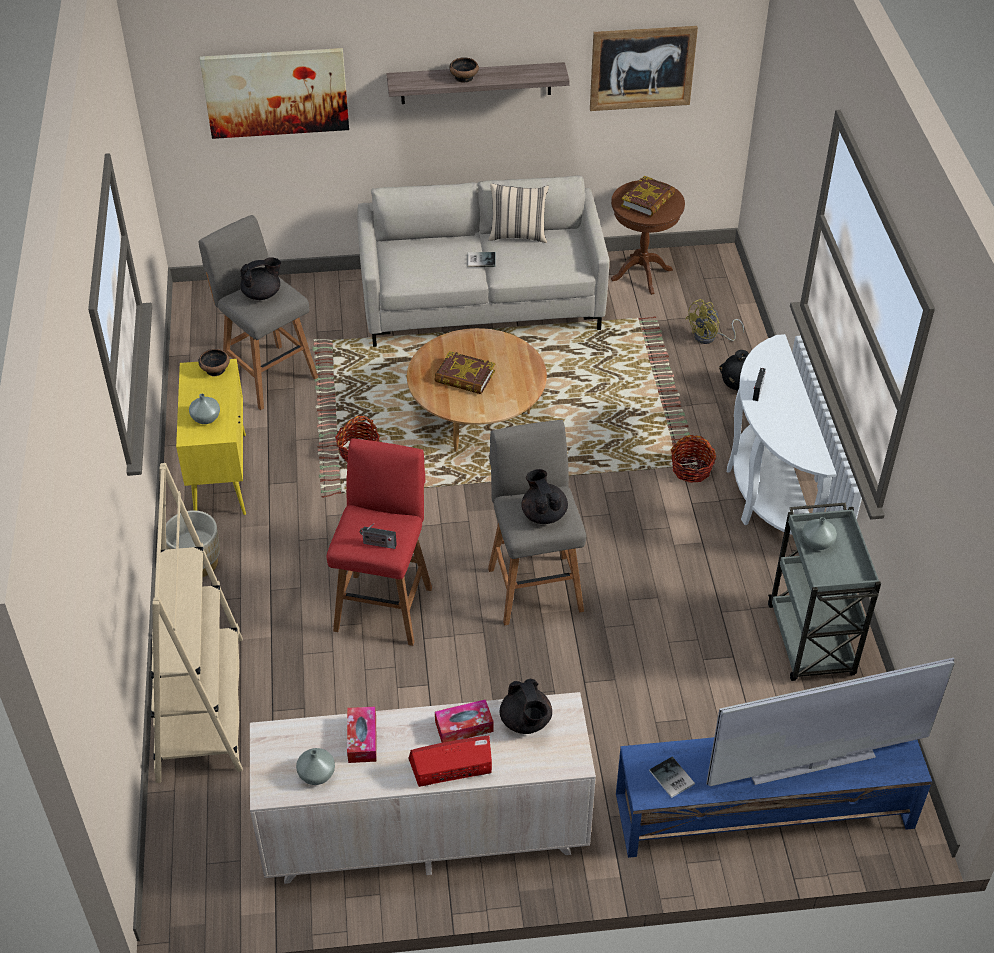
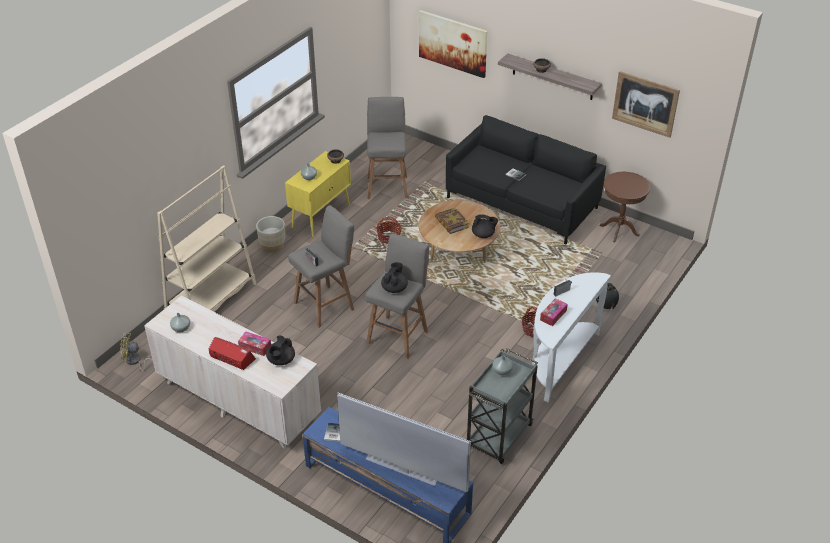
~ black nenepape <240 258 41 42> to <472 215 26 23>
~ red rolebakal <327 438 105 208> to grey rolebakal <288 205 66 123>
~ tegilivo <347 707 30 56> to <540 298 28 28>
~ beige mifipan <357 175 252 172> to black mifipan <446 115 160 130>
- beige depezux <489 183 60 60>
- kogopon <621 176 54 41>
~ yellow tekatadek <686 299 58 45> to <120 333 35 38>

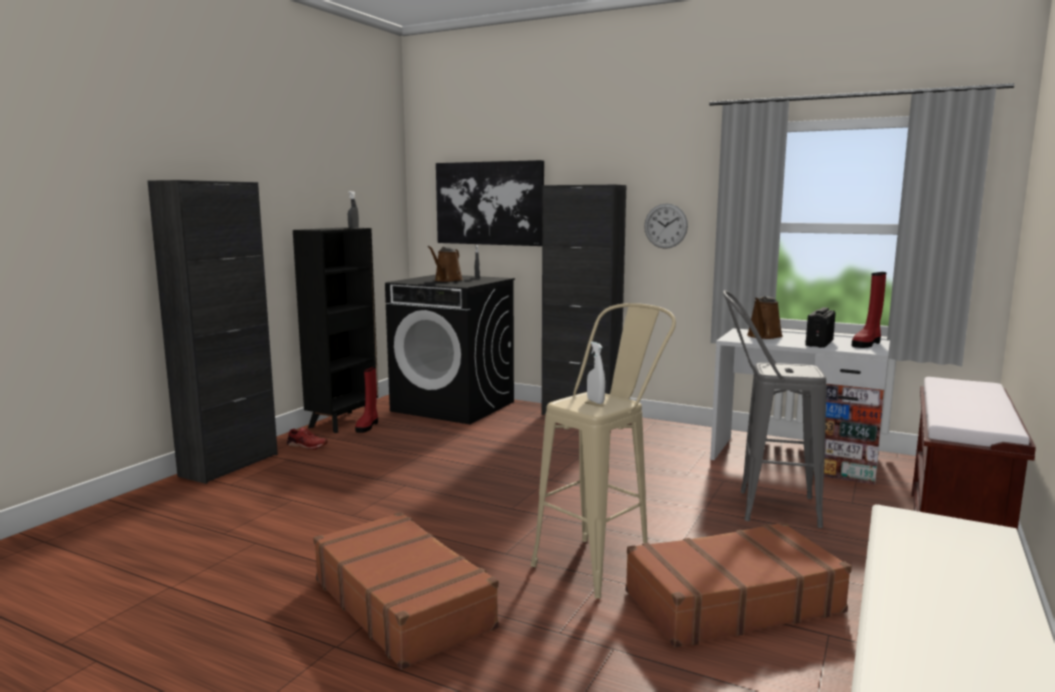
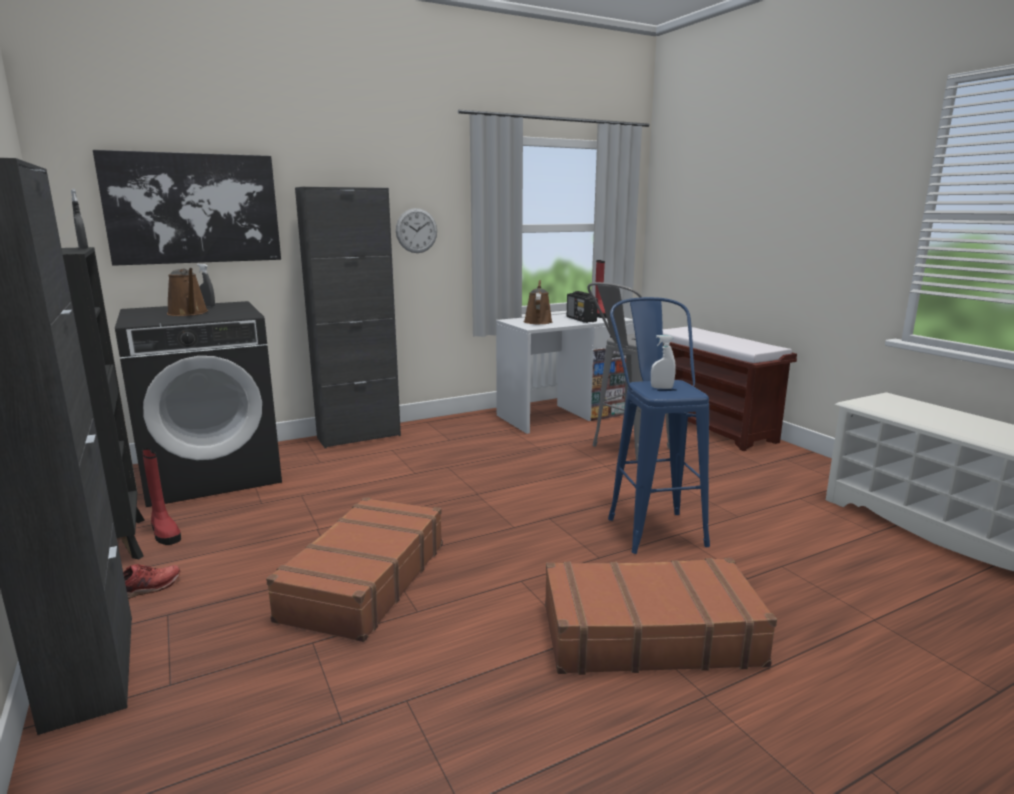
~ beige rolebakal <531 303 145 296> to blue rolebakal <608 297 102 257>
~ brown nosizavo <626 522 226 126> to <266 497 177 145>
~ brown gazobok <747 296 36 43> = <524 280 28 44> 150 degrees counterclockwise

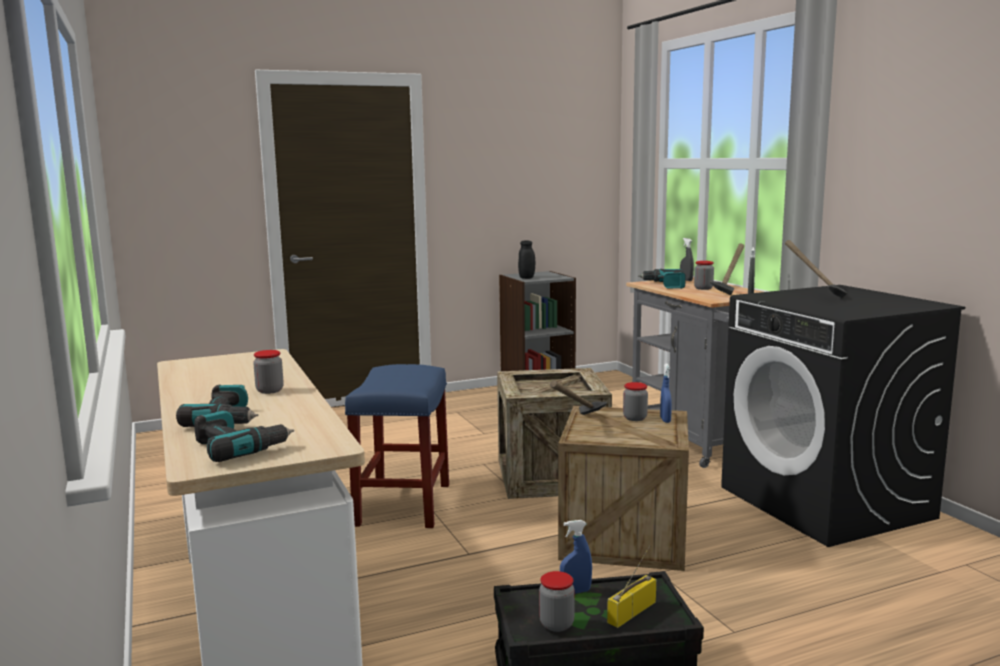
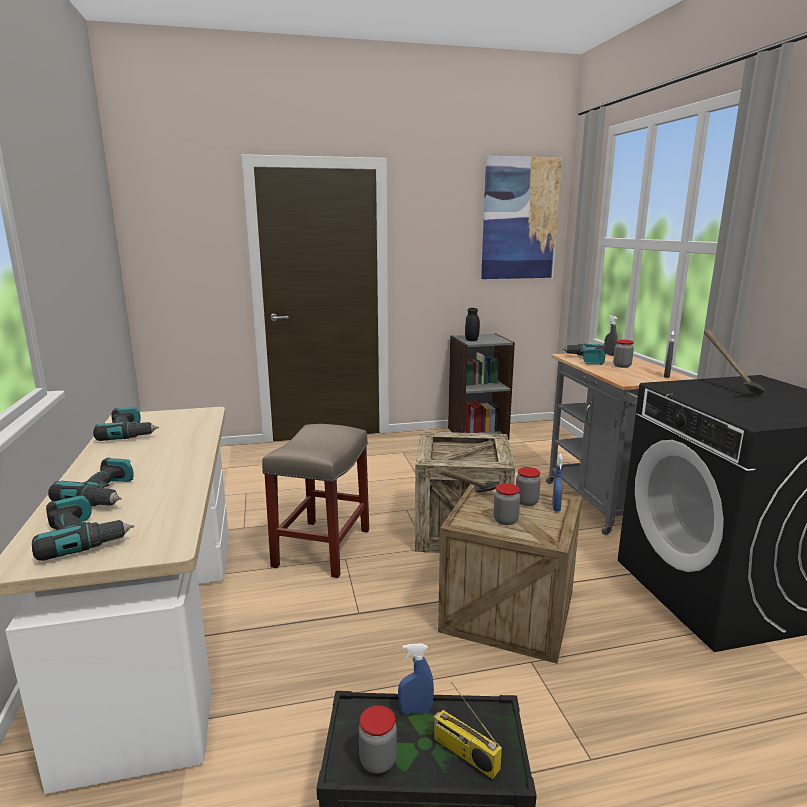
~ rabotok <253 350 31 44> to <494 483 26 42>
~ blue rolebakal <345 364 104 164> to beige rolebakal <262 424 107 154>
~ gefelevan <607 545 49 83> = <433 682 69 97> 105 degrees counterclockwise
- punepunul <710 244 34 51>
+ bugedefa <93 407 66 34>
+ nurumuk <481 156 81 123>

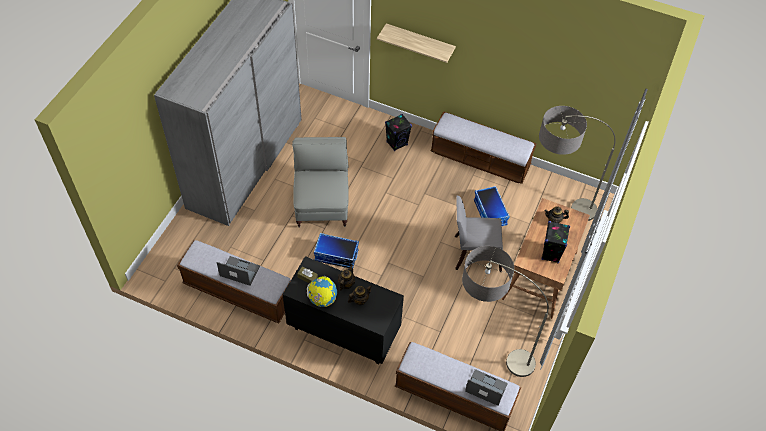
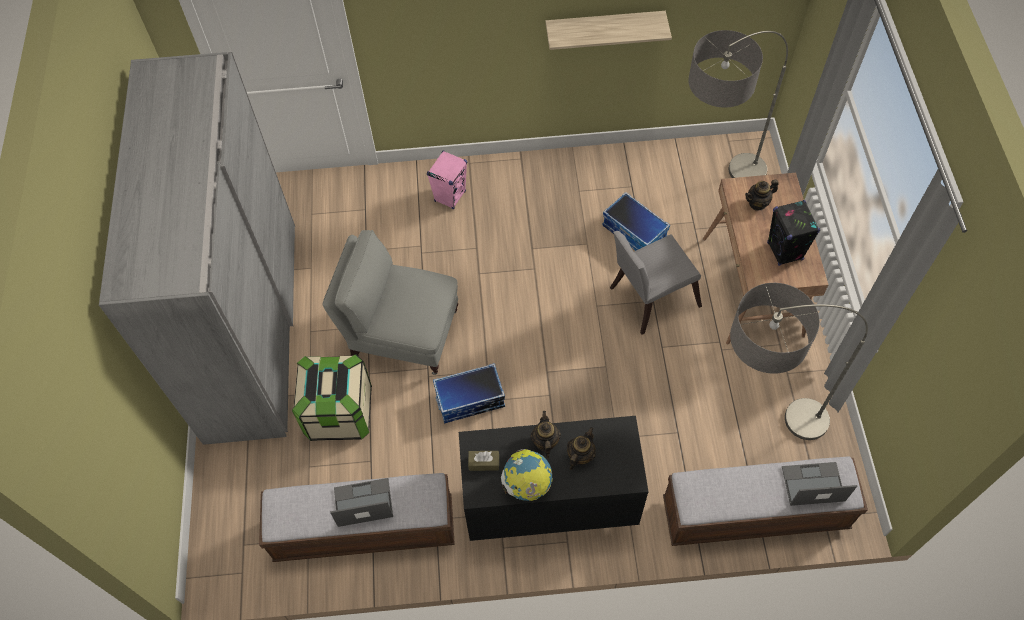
~ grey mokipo <292 137 57 91> = <323 230 135 145> 45 degrees counterclockwise
~ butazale <377 23 79 40> to <545 11 127 39>
~ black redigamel <385 114 27 37> to pink redigamel <427 151 40 58>
- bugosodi <431 111 105 73>
+ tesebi <292 354 80 87>

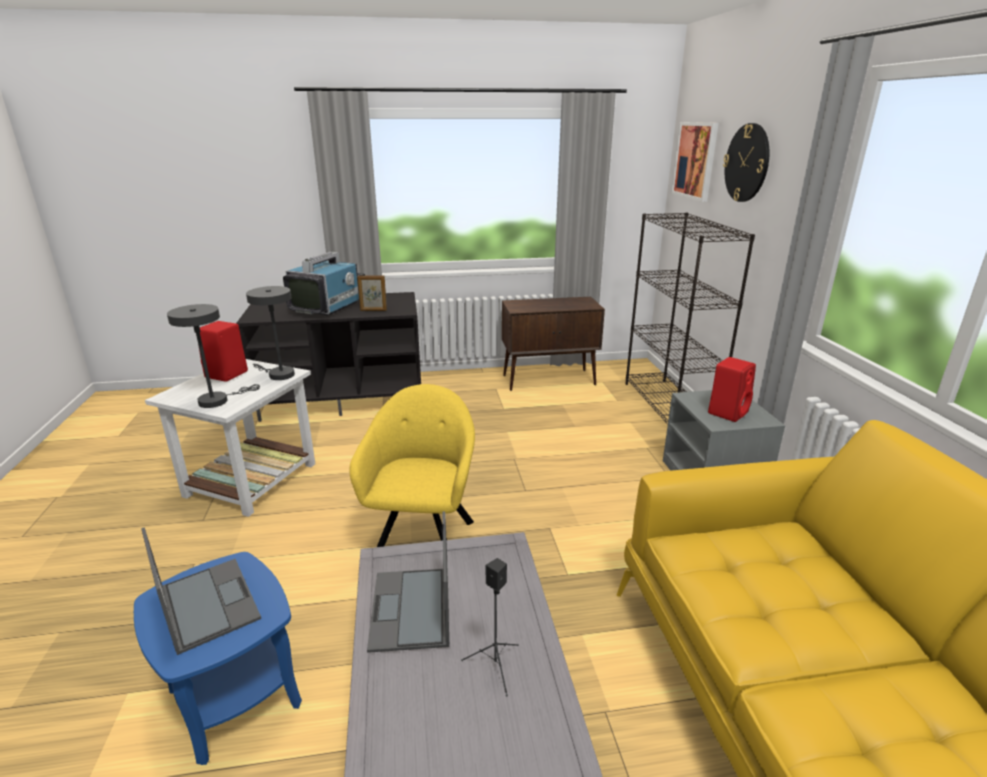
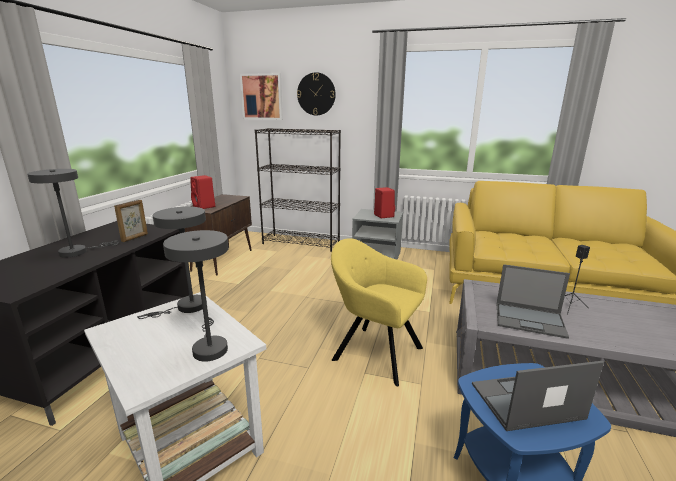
~ red redigamel <199 321 49 61> to <190 175 25 34>
~ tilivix <283 252 82 63> to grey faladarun <27 169 92 89>

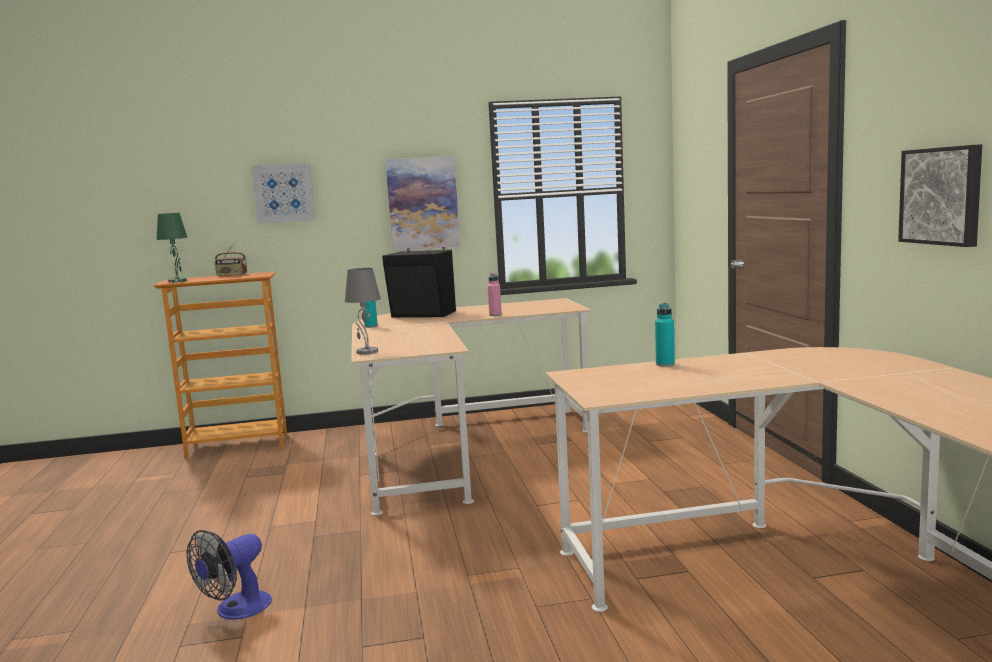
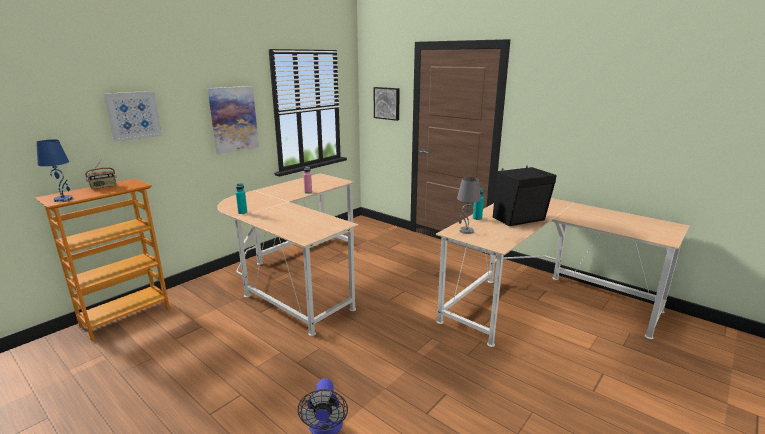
~ green faladarun <156 213 32 70> to blue faladarun <36 139 37 63>
~ grey faladarun <345 268 36 87> to <457 177 24 57>
~ black redigamel <382 247 74 70> to <493 166 64 60>
~ nurumuk <898 144 84 103> to <374 87 26 34>

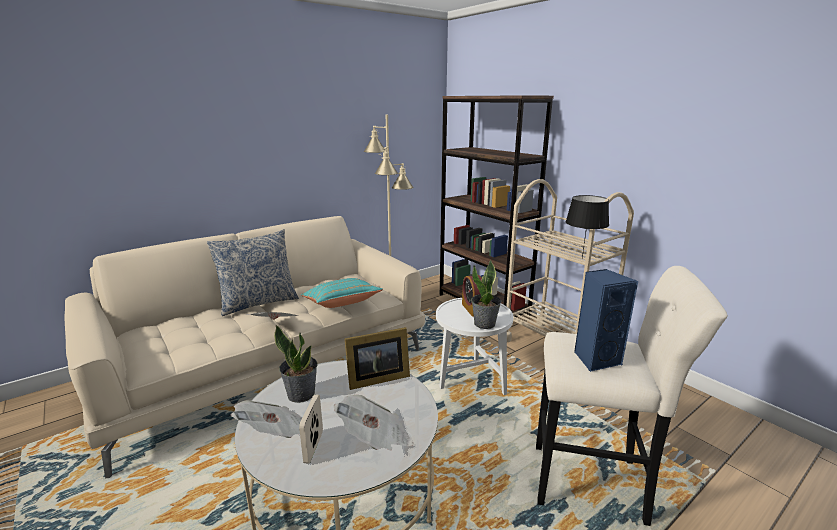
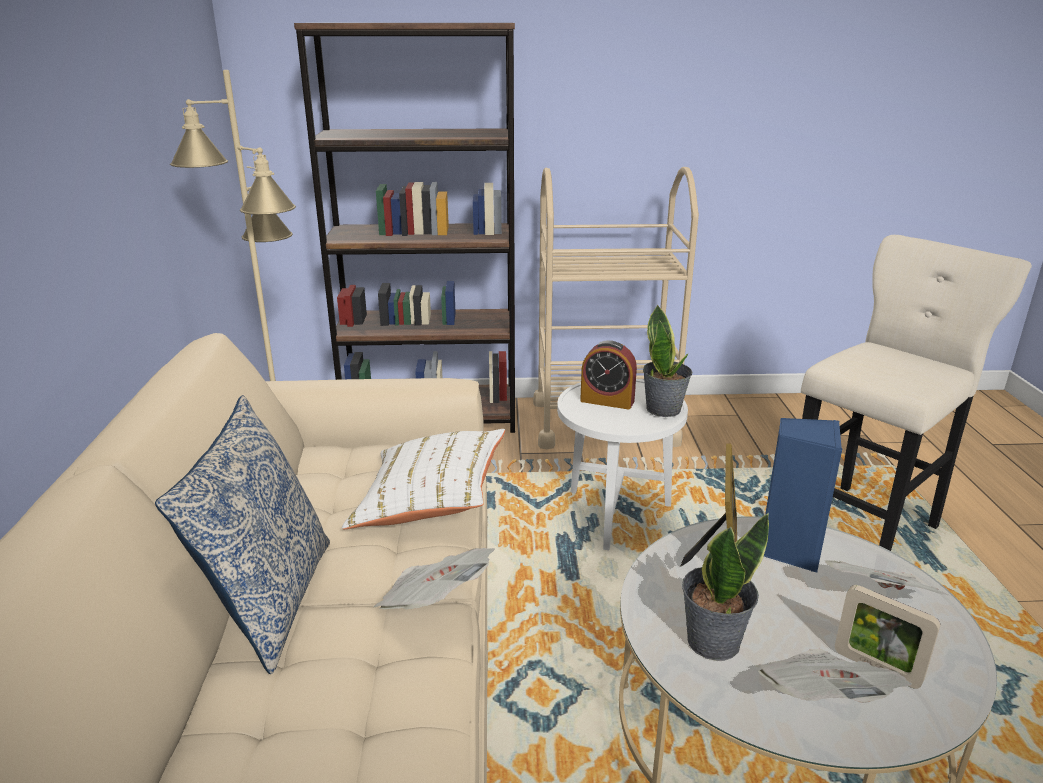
~ turquoise depezux <301 278 82 30> to white depezux <342 429 163 100>
- black faladarun <566 195 43 64>
~ blue redigamel <574 269 64 103> to <764 418 79 155>

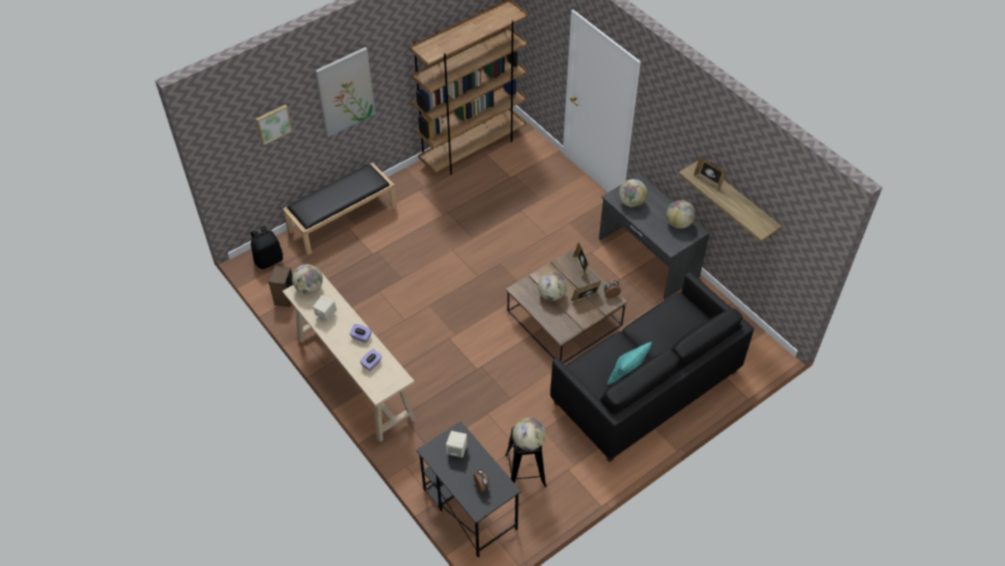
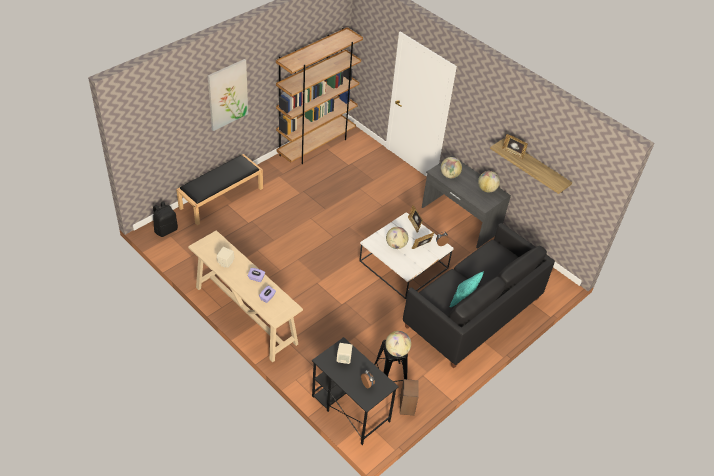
- nurumuk <256 104 37 42>
~ redigamel <268 266 25 41> to <400 379 19 36>
- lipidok <292 264 31 30>
~ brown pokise <506 249 121 114> to white pokise <359 212 95 87>

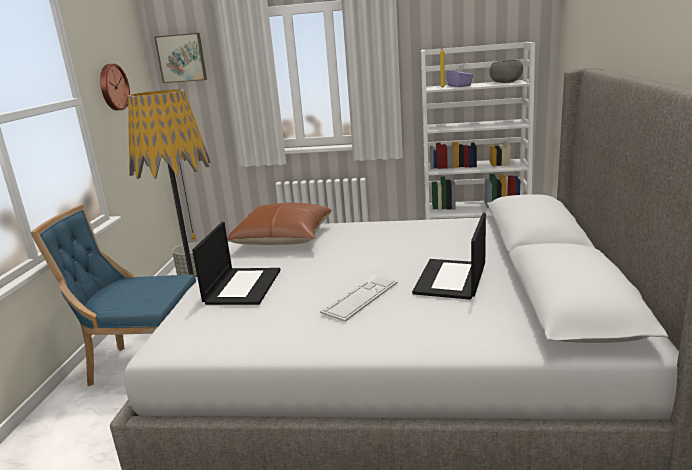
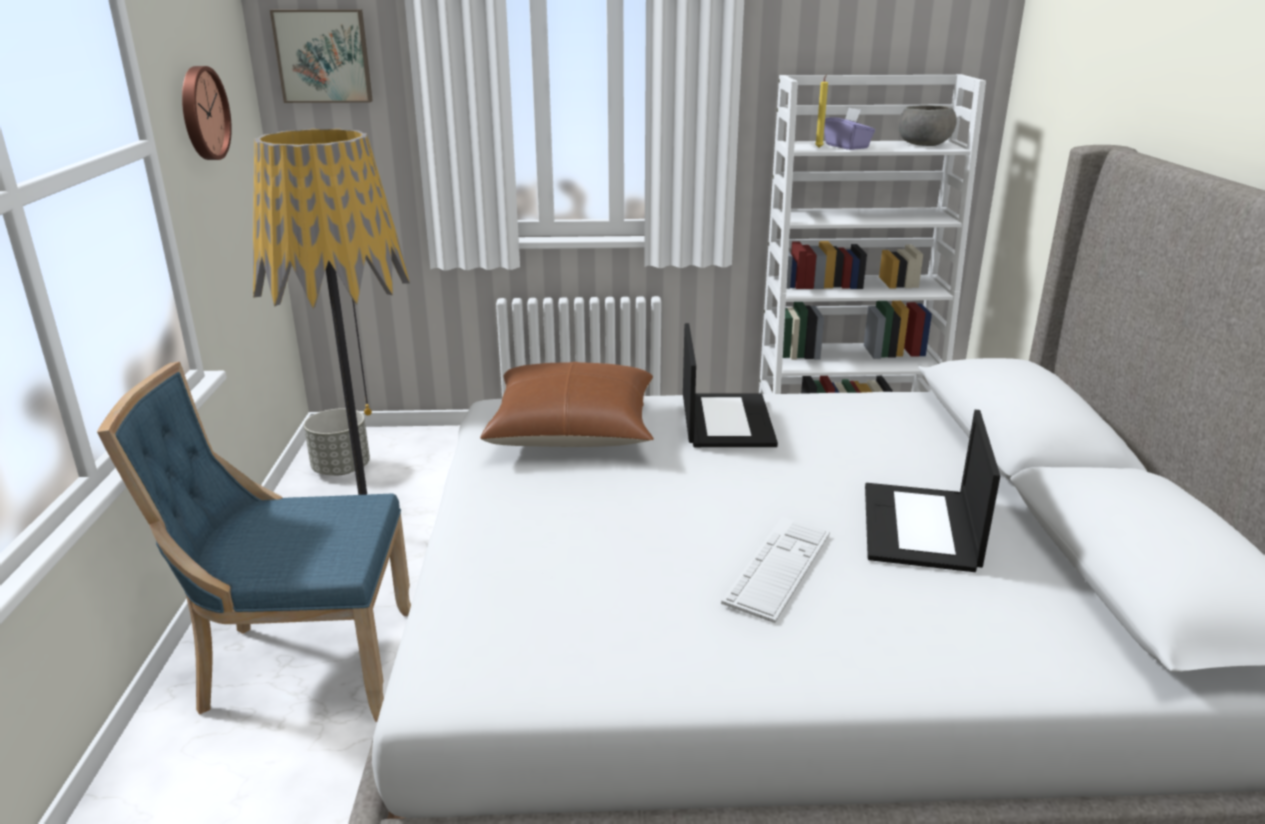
~ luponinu <192 222 89 83> to <683 323 95 124>

